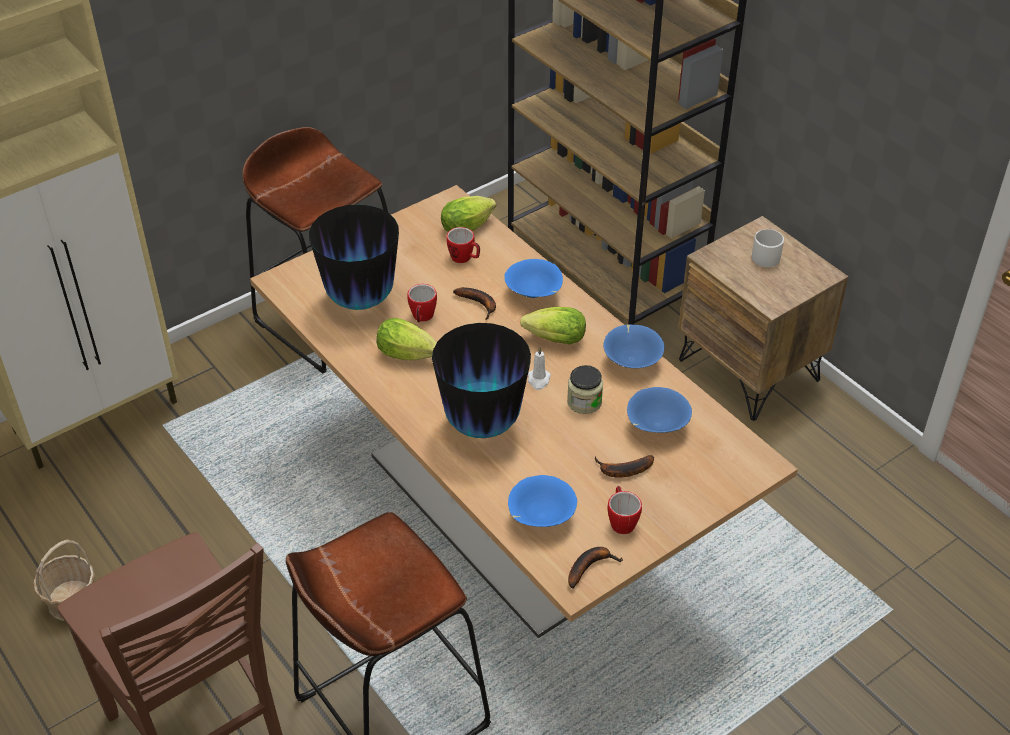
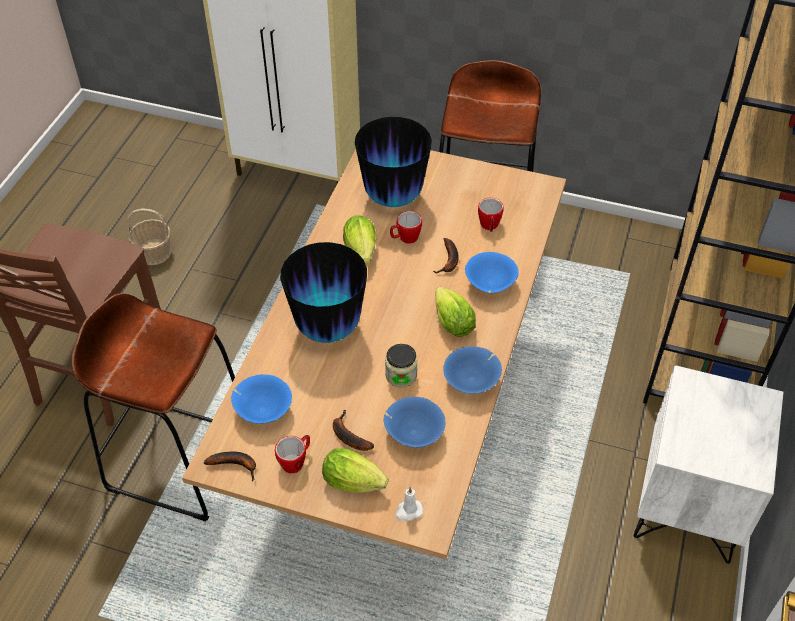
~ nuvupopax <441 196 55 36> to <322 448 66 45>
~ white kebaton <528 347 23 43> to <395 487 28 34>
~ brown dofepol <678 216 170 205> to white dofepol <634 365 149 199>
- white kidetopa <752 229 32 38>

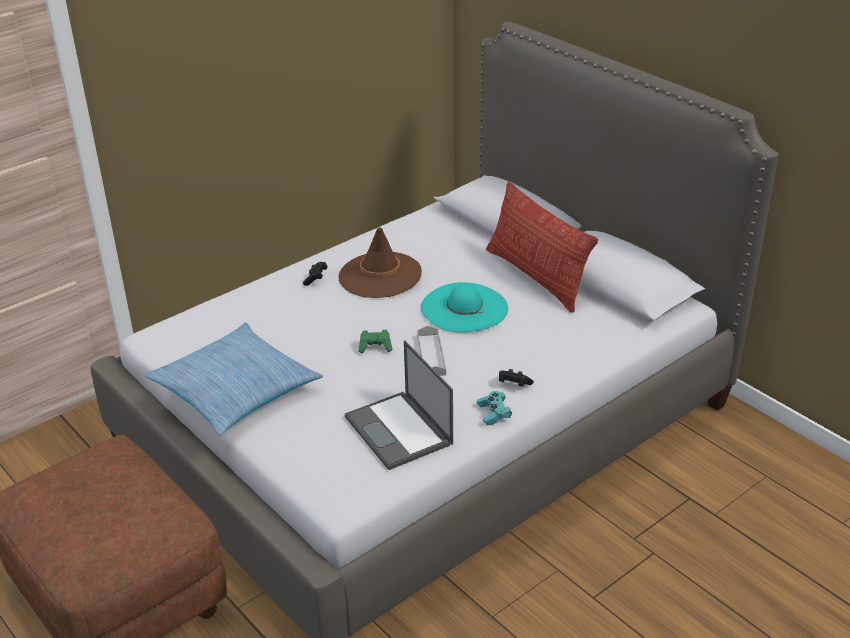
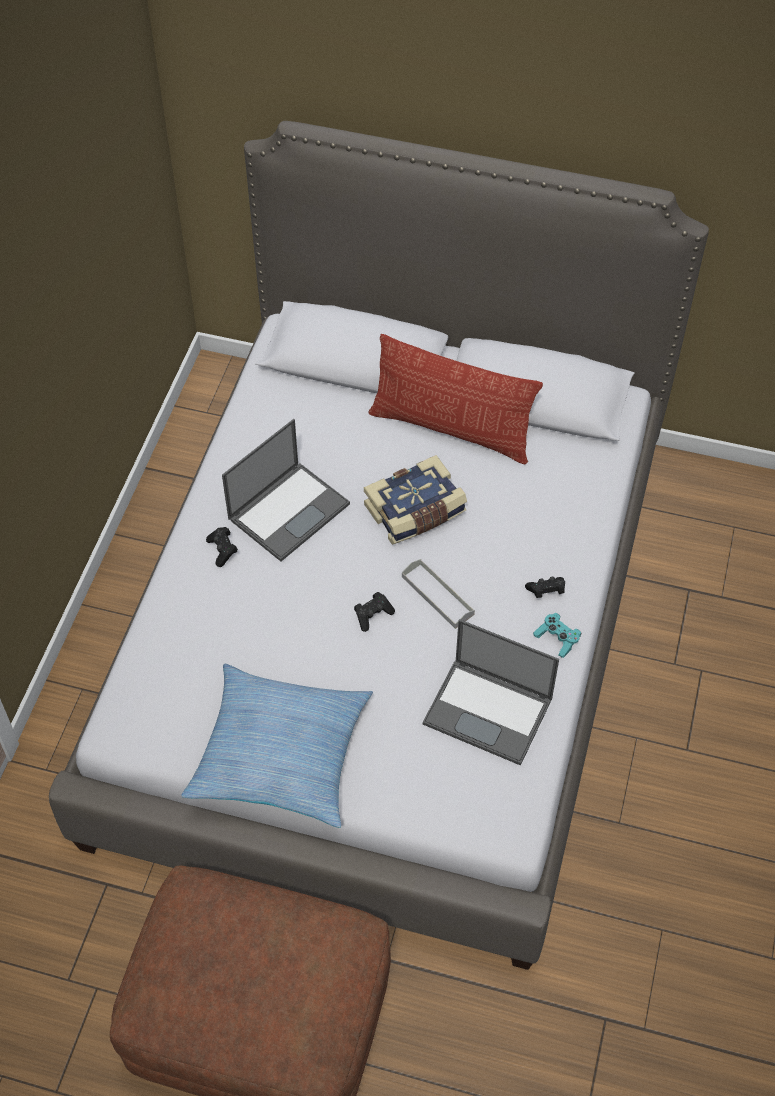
~ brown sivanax <338 227 84 71> to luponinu <222 419 128 142>
~ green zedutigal <358 330 34 23> to black zedutigal <354 592 41 40>
~ turquoise sivanax <421 282 87 51> to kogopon <364 455 103 90>

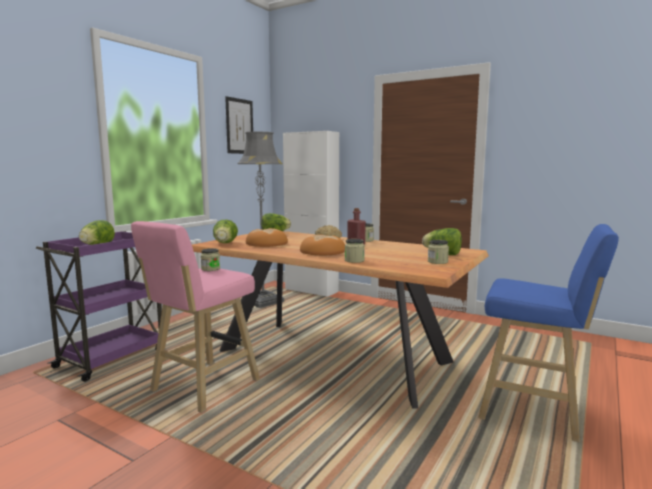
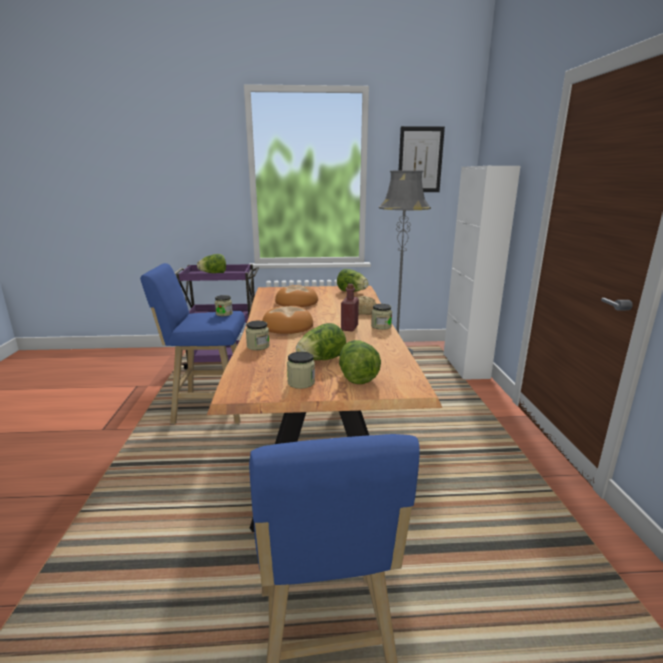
~ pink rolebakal <131 221 129 192> to blue rolebakal <140 263 105 162>
~ nuvupopax <213 219 25 24> to <296 323 50 37>

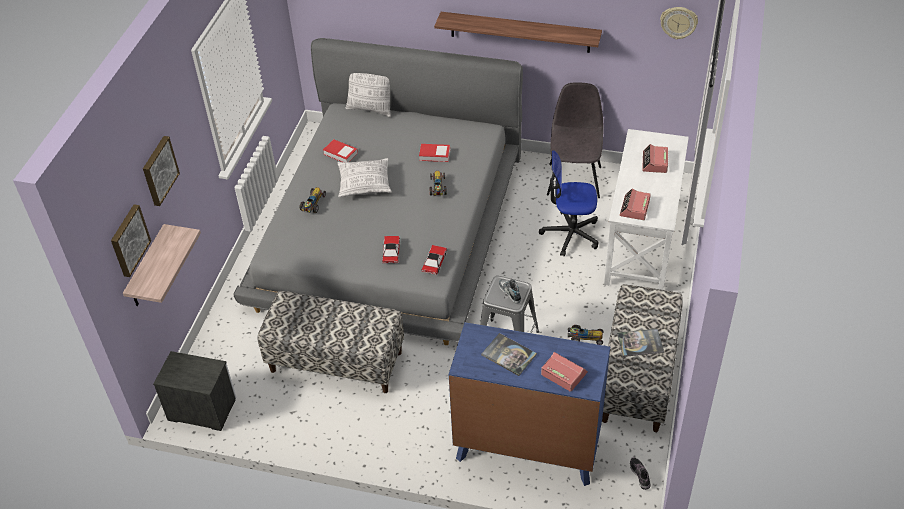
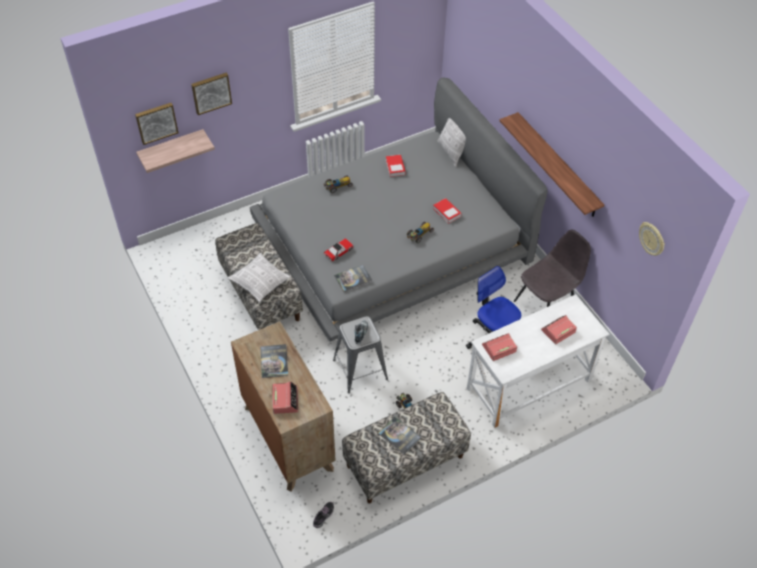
- dofepol <153 351 84 80>
~ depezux <338 158 54 39> to <228 253 63 50>
~ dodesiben <421 245 26 30> to kogopon <334 265 38 27>
~ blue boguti <449 322 161 164> to brown boguti <231 321 105 171>

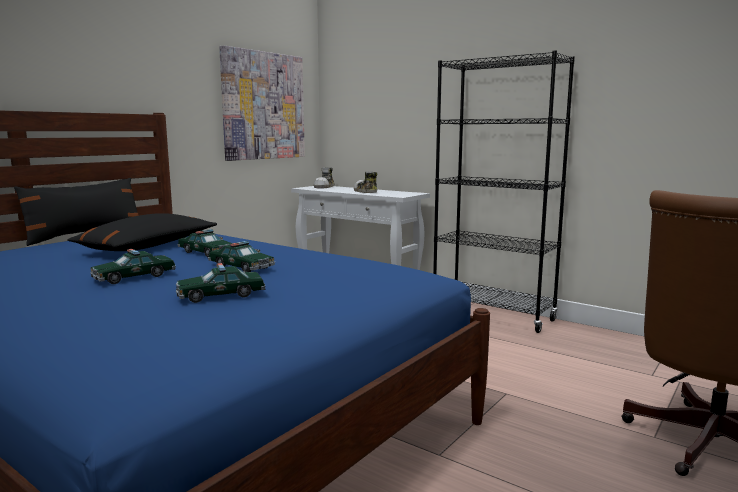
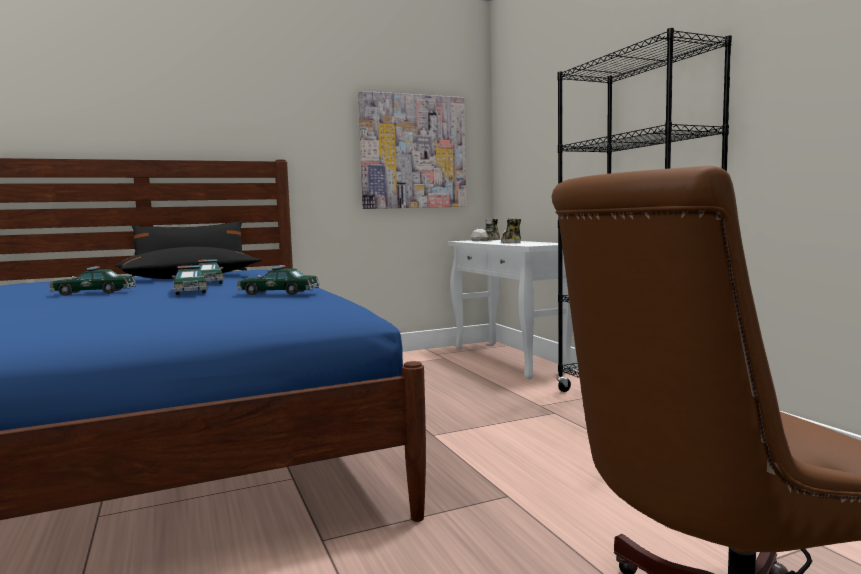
~ dodesiben <176 263 89 40> to <237 265 83 30>

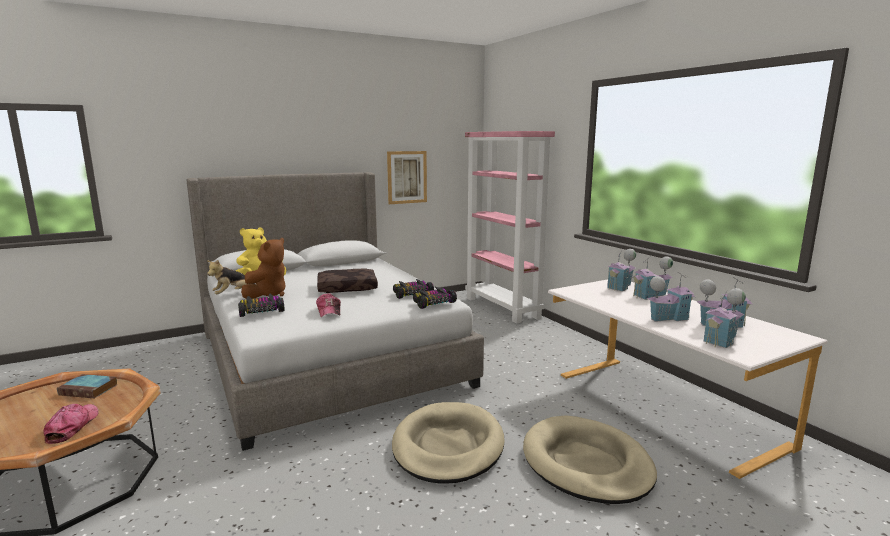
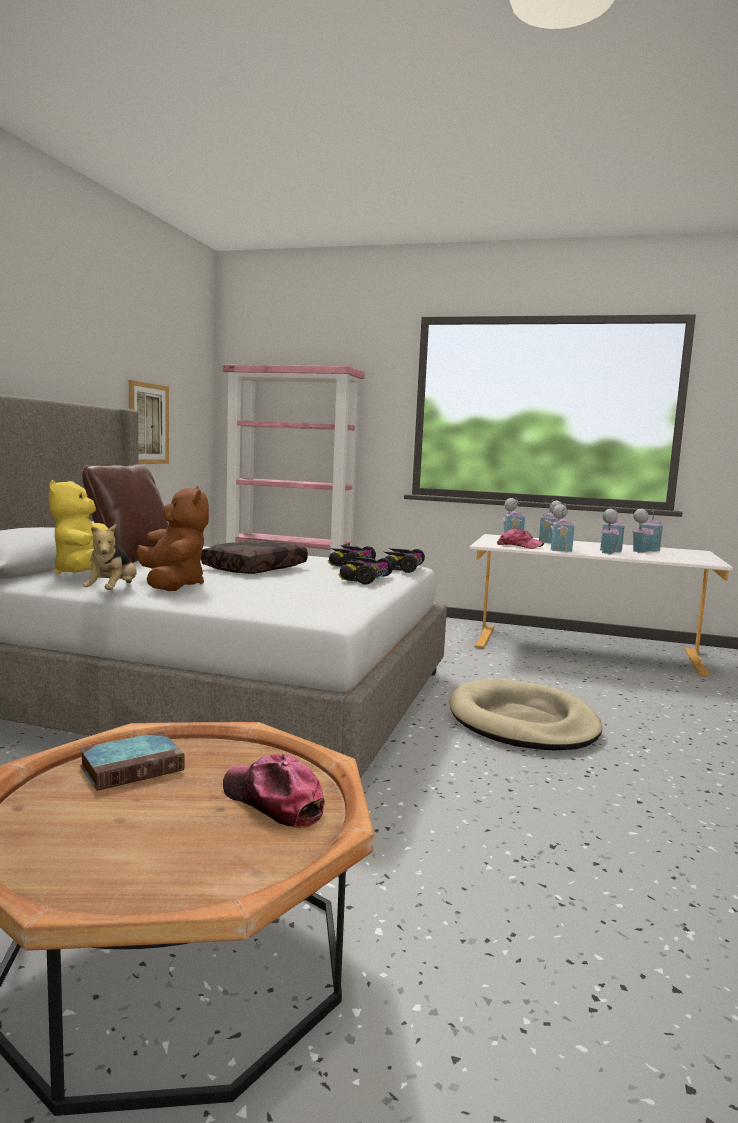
~ dodesiben <238 294 46 23> to <338 557 55 28>
~ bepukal <316 293 25 24> to <497 528 47 21>
- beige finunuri <523 415 134 89>
~ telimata <704 288 42 60> to <551 504 26 48>
+ brown depezux <82 464 87 99>

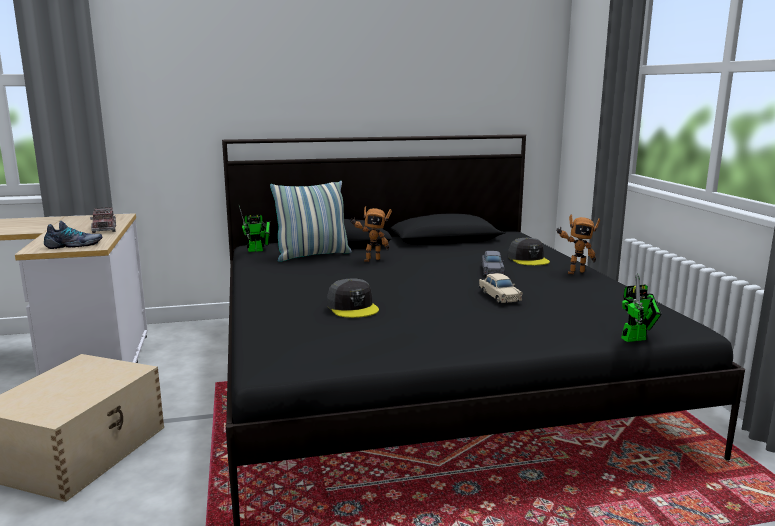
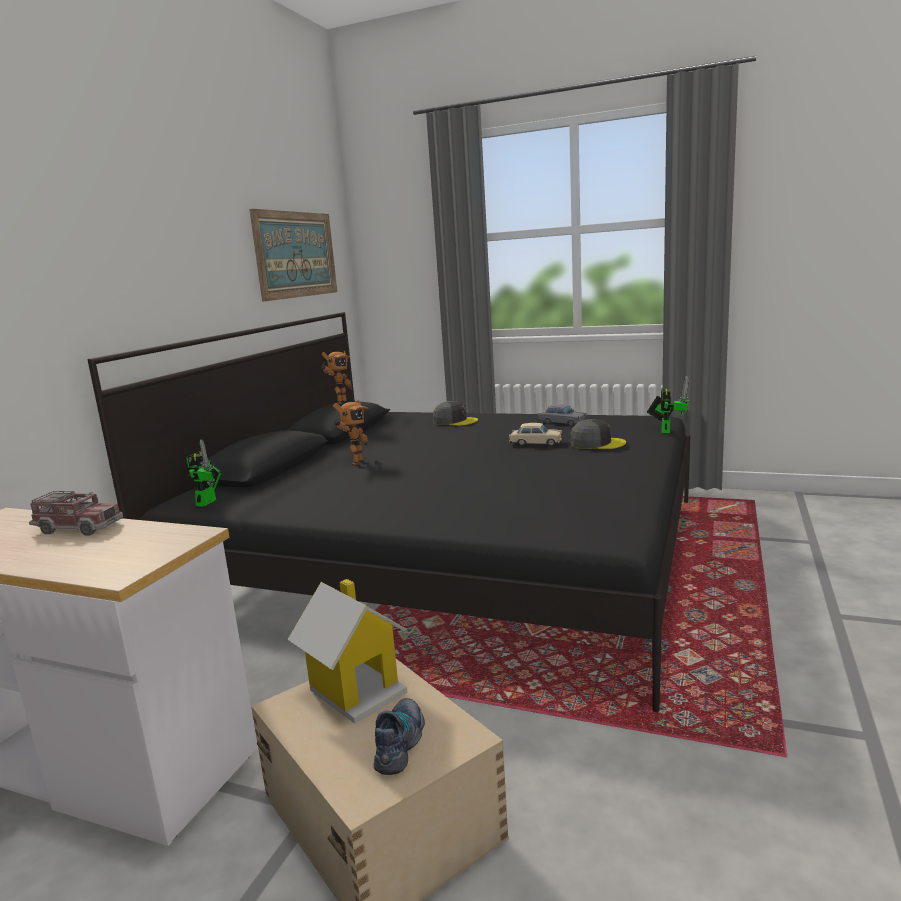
~ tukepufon <44 221 58 28> to <374 698 51 77>
- depezux <270 181 82 81>
~ grey bepukal <327 278 52 40> to <571 419 55 30>
~ grey dodesiben <482 251 23 25> to <538 404 49 22>
~ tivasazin <556 215 44 59> to <321 351 31 53>
+ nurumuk <249 209 88 93>
+ telimata <288 579 119 145>

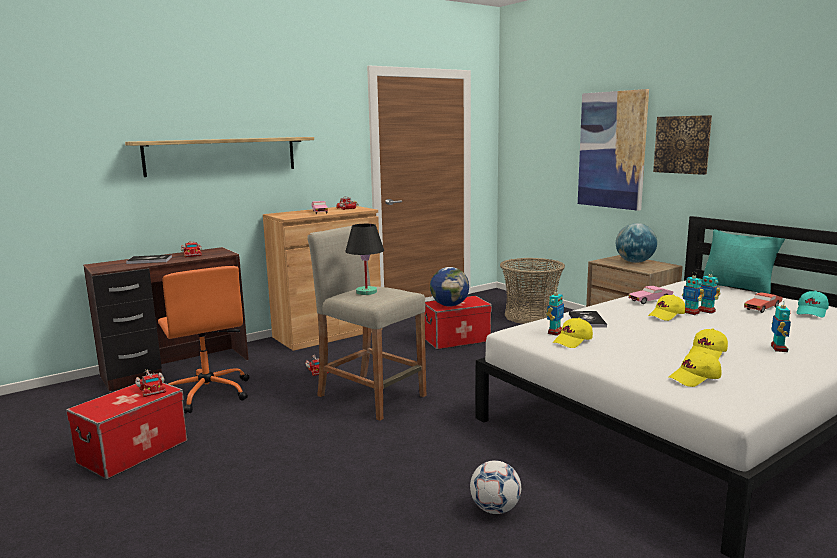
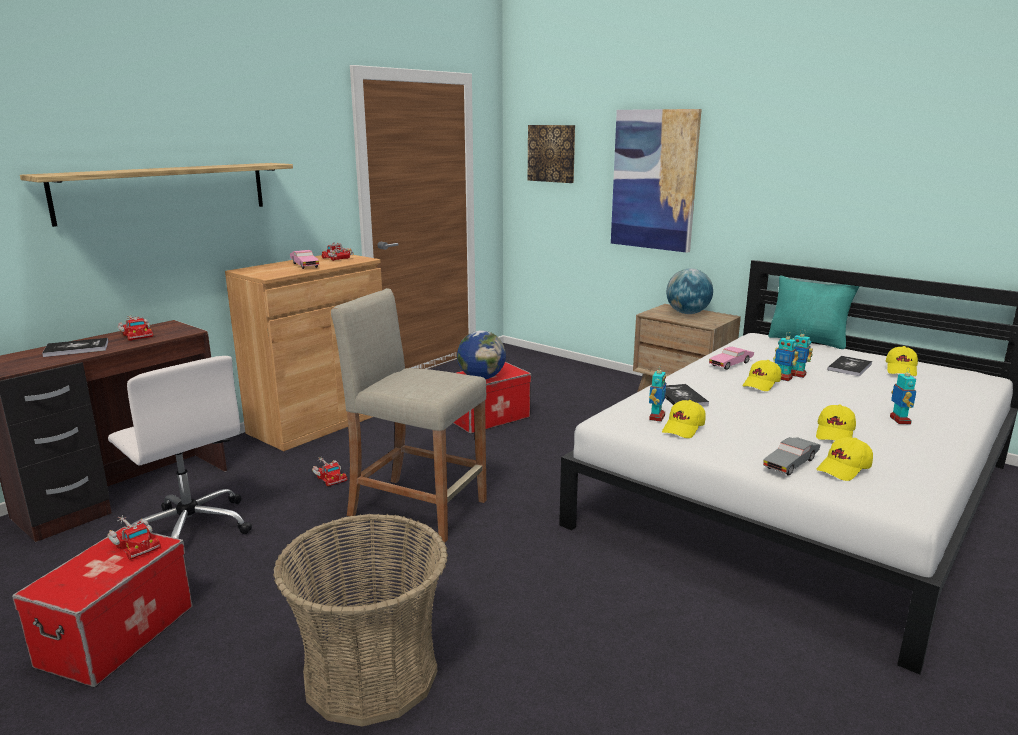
~ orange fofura <158 266 91 147> to white fofura <108 356 144 183>
- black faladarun <345 224 39 71>
- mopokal <470 460 51 54>
~ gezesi <500 258 65 66> to <273 513 175 214>
~ nurumuk <653 115 59 60> to <528 125 47 58>
~ red dodesiben <744 292 39 21> to kogopon <828 356 44 20>
~ turquoise bepukal <796 291 33 26> to yellow bepukal <886 346 32 30>
+ grey dodesiben <763 437 57 39>

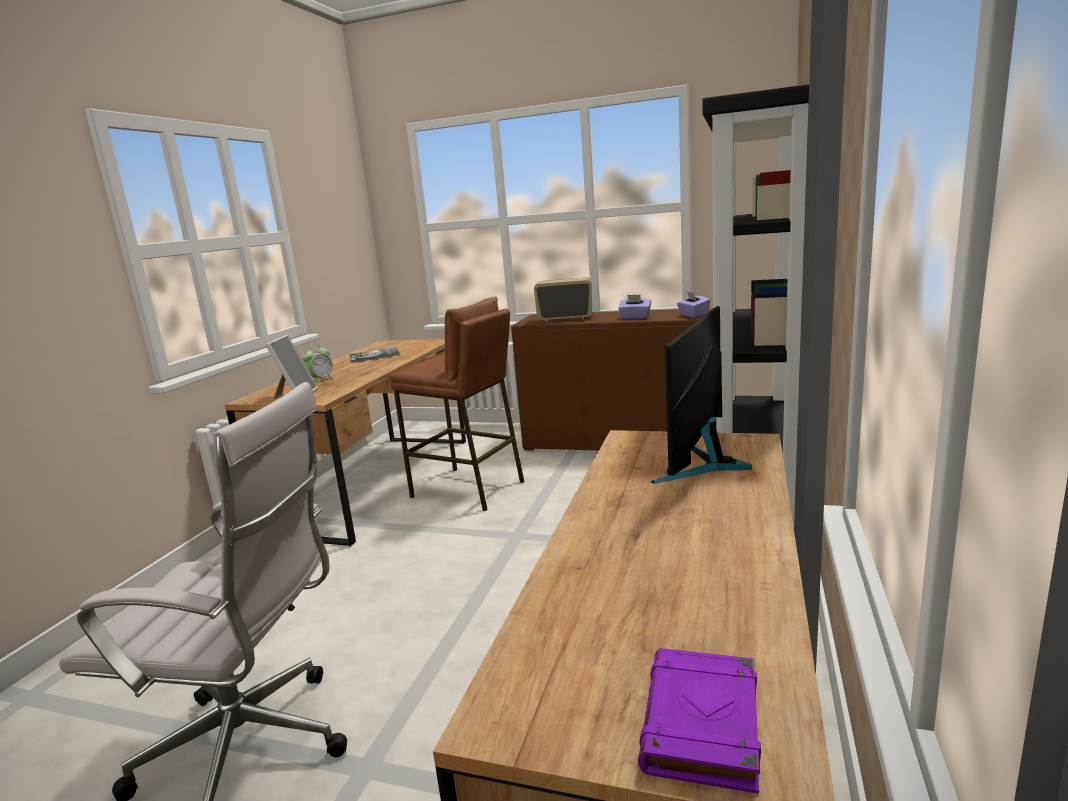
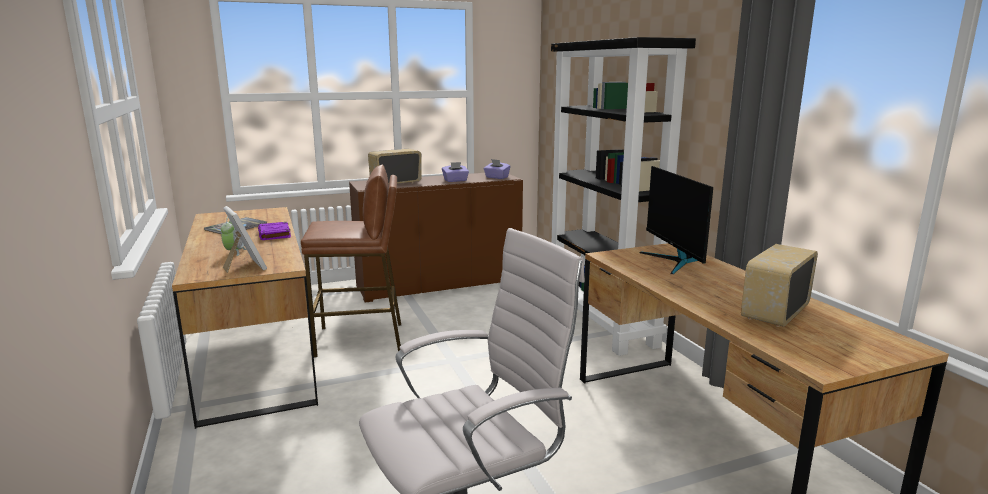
~ purple kogopon <638 648 123 146> to <258 222 33 18>
+ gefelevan <741 244 77 83>

